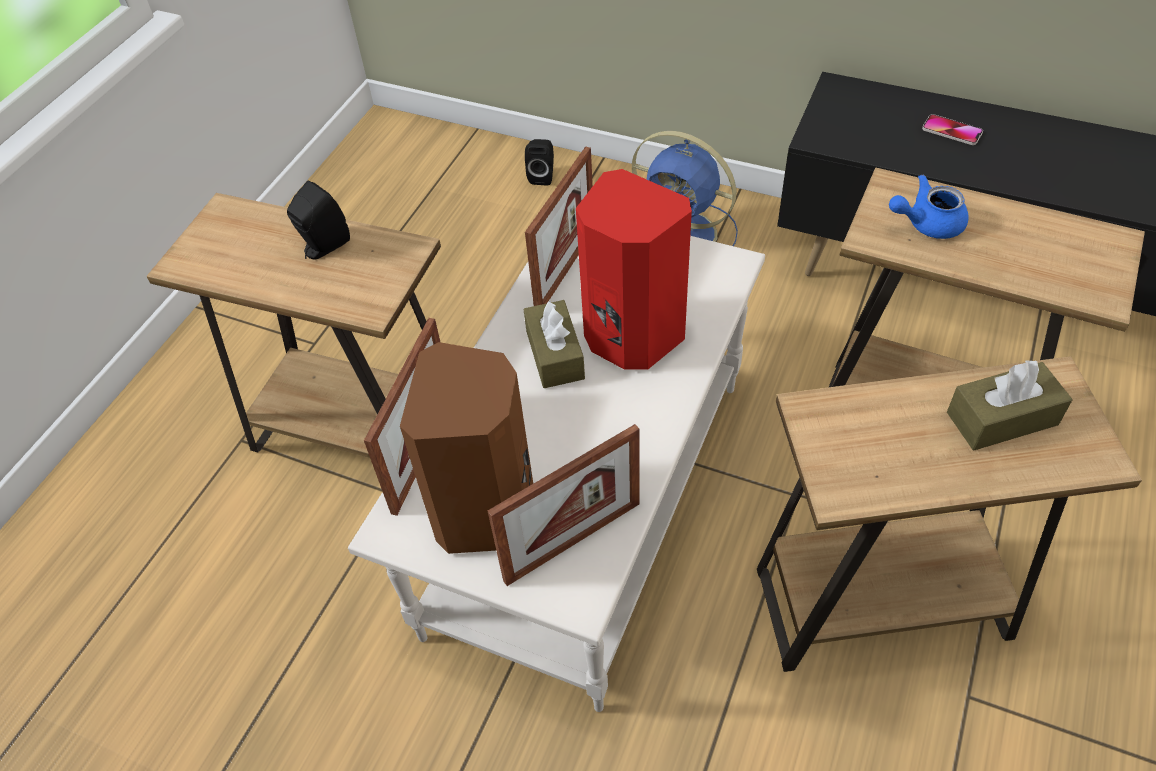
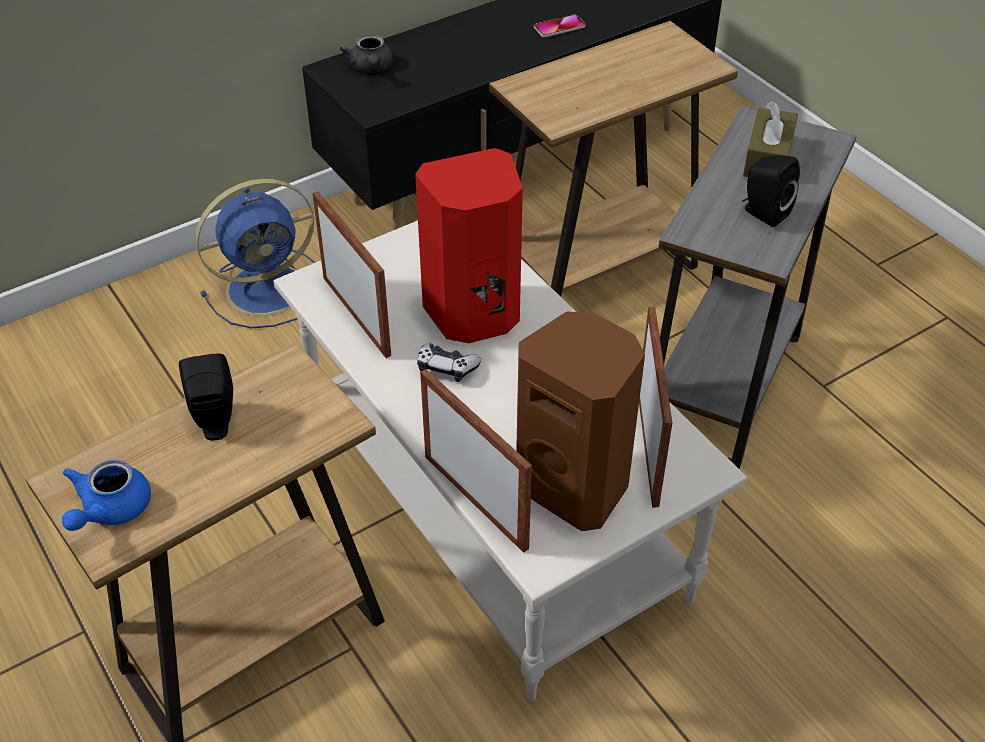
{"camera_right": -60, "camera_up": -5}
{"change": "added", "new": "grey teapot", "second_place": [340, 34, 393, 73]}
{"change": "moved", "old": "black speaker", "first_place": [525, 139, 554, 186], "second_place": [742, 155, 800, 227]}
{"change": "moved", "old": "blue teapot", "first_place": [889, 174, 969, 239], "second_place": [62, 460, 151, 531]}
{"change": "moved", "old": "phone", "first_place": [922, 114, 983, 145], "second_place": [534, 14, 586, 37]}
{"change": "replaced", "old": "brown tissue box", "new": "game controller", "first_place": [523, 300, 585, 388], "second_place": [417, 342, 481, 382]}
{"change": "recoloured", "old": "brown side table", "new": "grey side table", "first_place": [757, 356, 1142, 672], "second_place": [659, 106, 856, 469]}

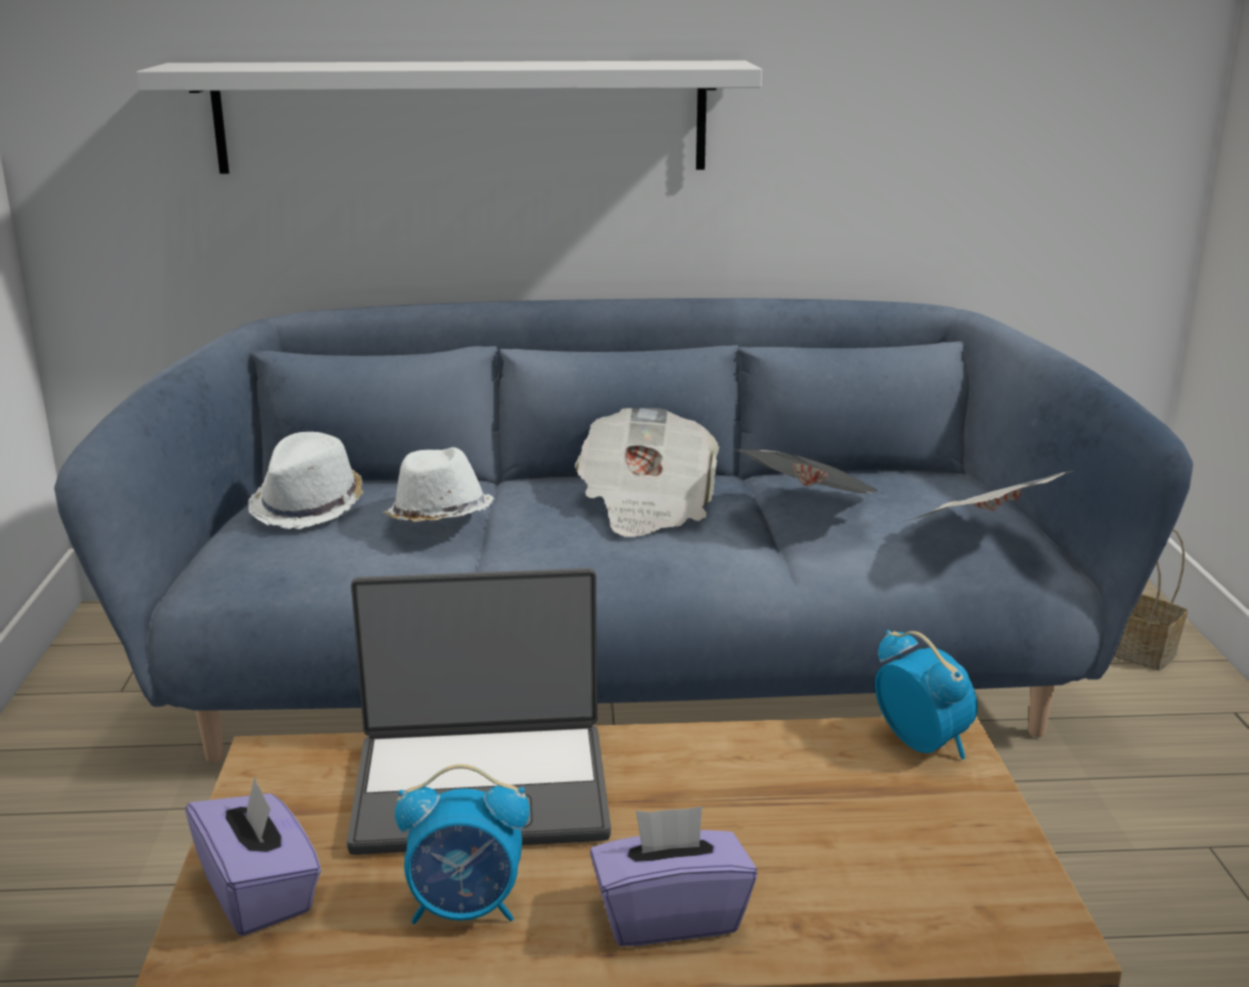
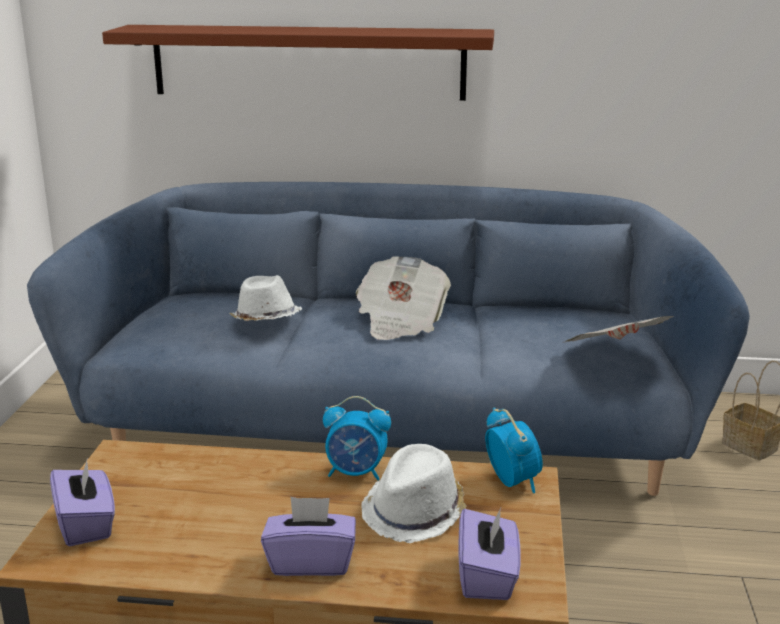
{"camera_right": 10, "camera_up": 0}
{"change": "removed", "old": "laptop", "first_place": [347, 568, 611, 855]}
{"change": "removed", "old": "newspaper", "first_place": [736, 450, 878, 494]}
{"change": "added", "new": "purple tissue box", "second_place": [458, 506, 521, 600]}
{"change": "moved", "old": "white hat", "first_place": [248, 432, 363, 529], "second_place": [361, 444, 466, 543]}
{"change": "moved", "old": "alarm clock", "first_place": [395, 764, 530, 924], "second_place": [323, 396, 391, 481]}
{"change": "recoloured", "old": "white shelf", "new": "brown shelf", "first_place": [136, 60, 762, 174], "second_place": [102, 25, 494, 101]}

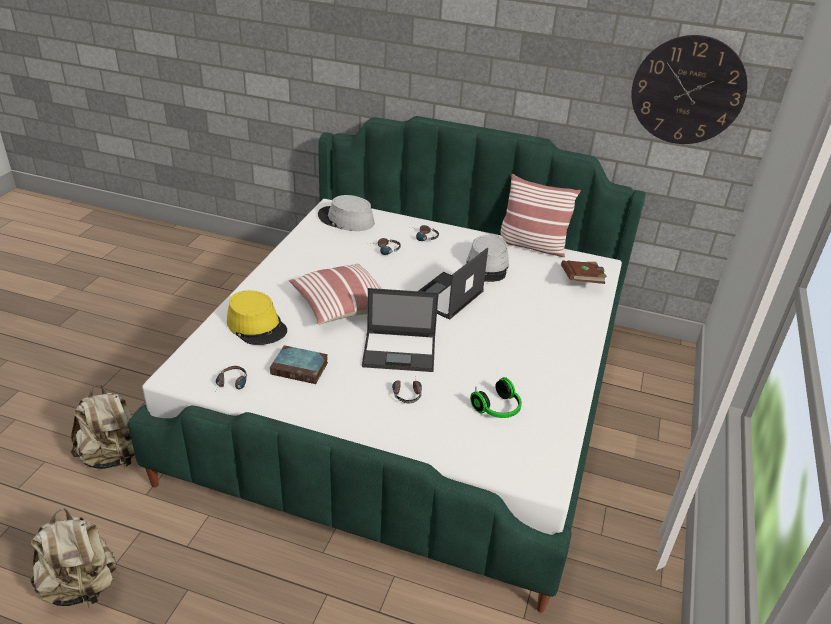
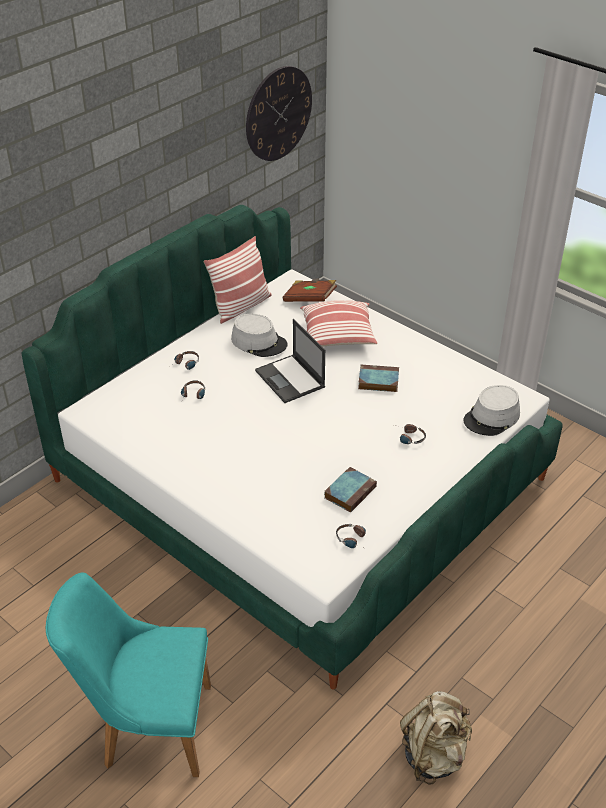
{"camera_right": -65, "camera_up": 5}
{"change": "removed", "old": "beige backpack", "first_place": [71, 384, 135, 469]}
{"change": "removed", "old": "yellow hat", "first_place": [227, 290, 287, 345]}
{"change": "removed", "old": "laptop", "first_place": [362, 288, 439, 372]}
{"change": "removed", "old": "headphones", "first_place": [470, 377, 522, 418]}
{"change": "added", "new": "turquoise chair", "second_place": [46, 572, 211, 777]}
{"change": "added", "new": "book", "second_place": [358, 365, 399, 392]}
{"change": "moved", "old": "pillow", "first_place": [289, 264, 382, 324], "second_place": [300, 300, 378, 347]}
{"change": "moved", "old": "grey hat", "first_place": [318, 195, 374, 231], "second_place": [463, 385, 520, 436]}

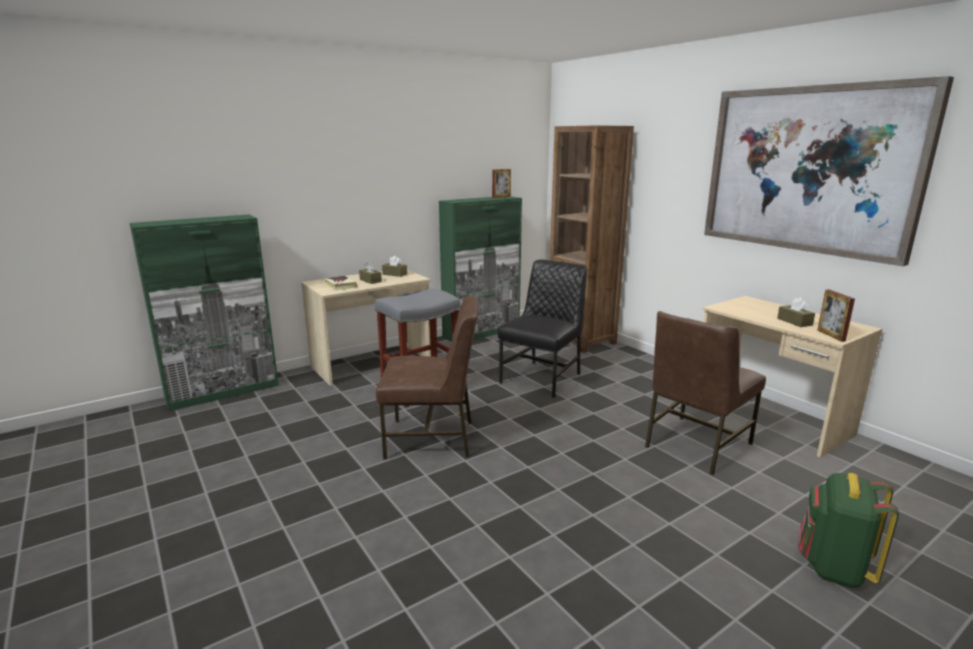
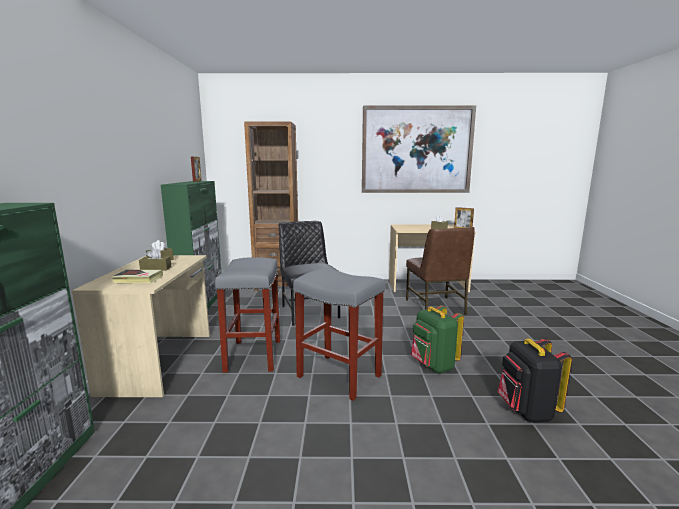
{"camera_right": -55, "camera_up": -5}
{"change": "added", "new": "black backpack", "second_place": [498, 338, 572, 423]}
{"change": "moved", "old": "green backpack", "first_place": [798, 473, 899, 588], "second_place": [411, 305, 464, 373]}
{"change": "replaced", "old": "brown chair", "new": "grey stool", "first_place": [376, 296, 478, 459], "second_place": [293, 268, 385, 401]}

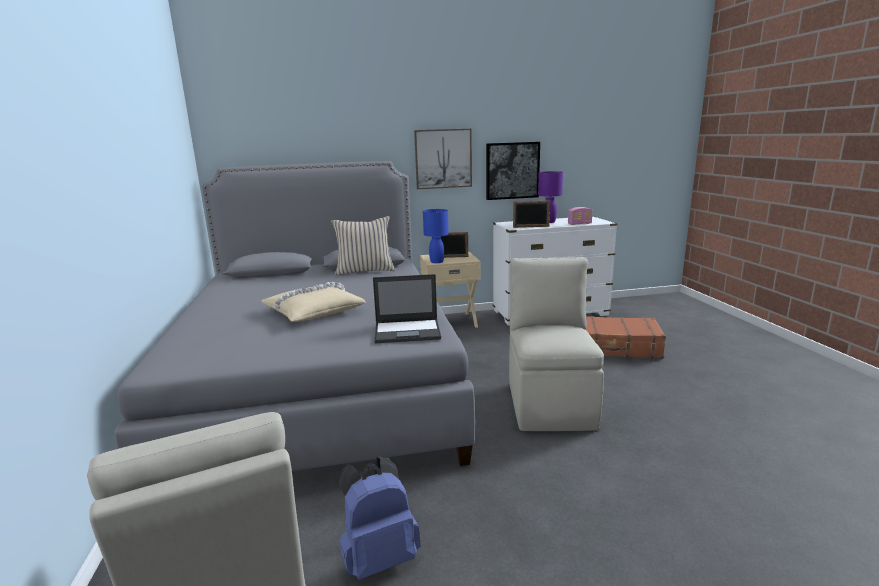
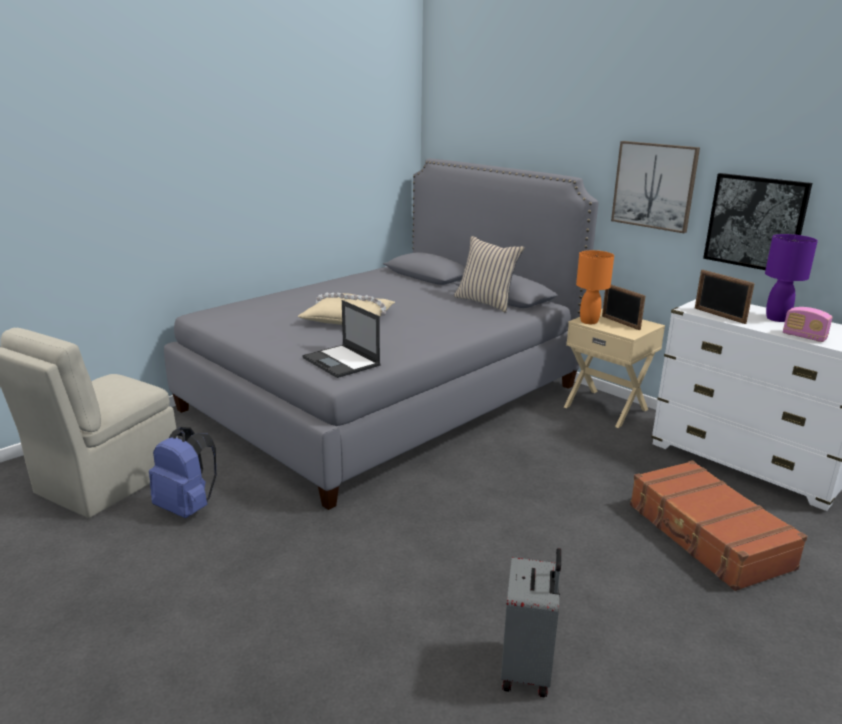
{"camera_right": 55, "camera_up": 5}
{"change": "removed", "old": "beige chair", "first_place": [509, 257, 604, 431]}
{"change": "added", "new": "grey suitcase", "second_place": [501, 548, 561, 697]}
{"change": "recoloured", "old": "blue table lamp", "new": "orange table lamp", "first_place": [423, 209, 449, 263], "second_place": [576, 250, 614, 324]}

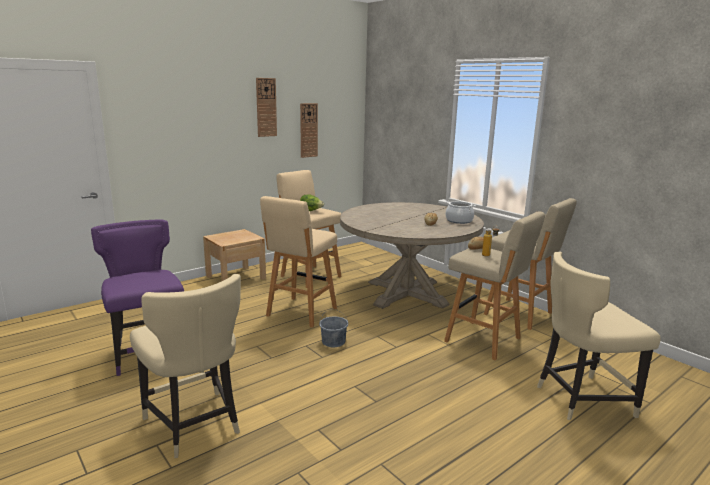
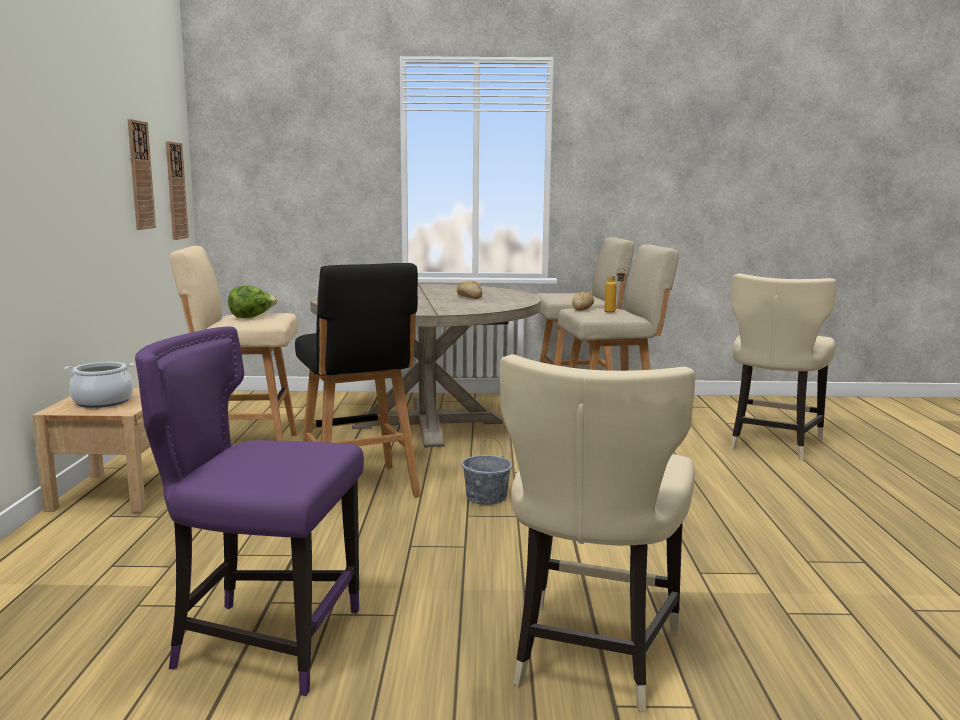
{"camera_right": -50, "camera_up": -5}
{"change": "moved", "old": "wall clock", "first_place": [256, 78, 277, 137], "second_place": [166, 141, 189, 240]}
{"change": "moved", "old": "cooking pot", "first_place": [446, 201, 476, 224], "second_place": [64, 362, 134, 408]}
{"change": "recoloured", "old": "beige stool", "new": "black stool", "first_place": [260, 196, 337, 328], "second_place": [295, 263, 421, 497]}
{"change": "turned", "old": "beige chair", "first_place": [130, 274, 241, 458], "second_place": [500, 354, 695, 712], "degrees": 105}

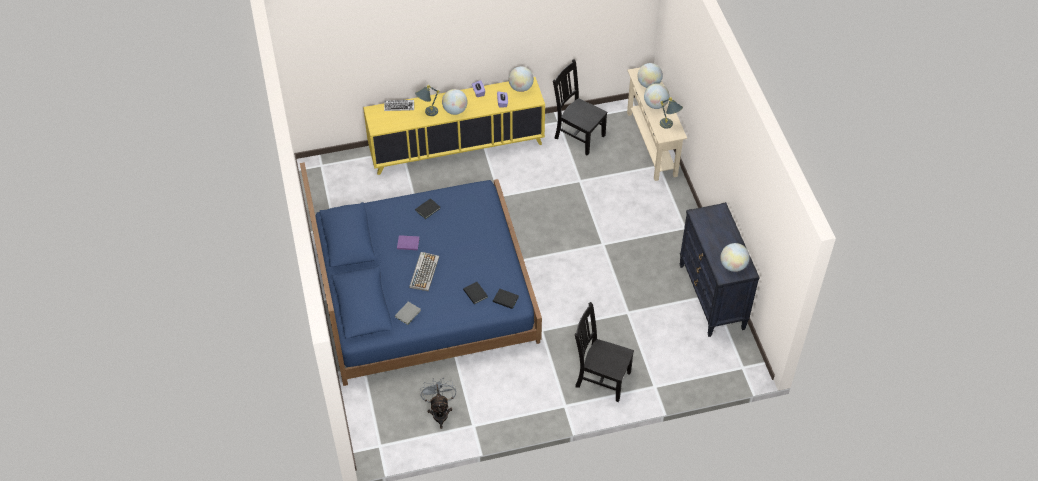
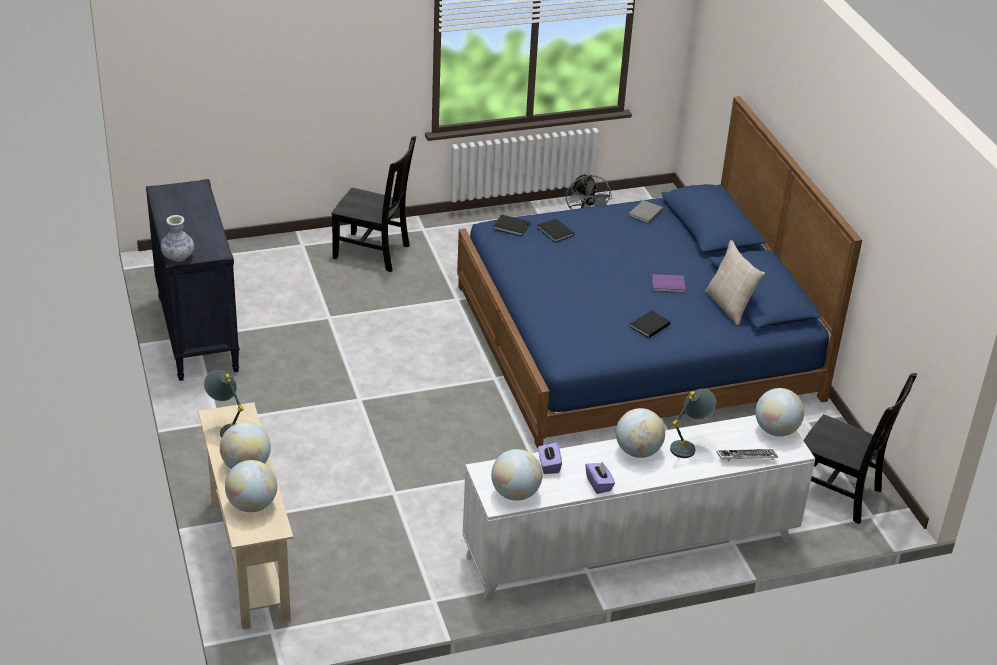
{"camera_right": 175, "camera_up": -15}
{"change": "removed", "old": "keyboard", "first_place": [409, 252, 439, 291]}
{"change": "added", "new": "vase", "second_place": [161, 215, 194, 262]}
{"change": "added", "new": "beige pillow", "second_place": [705, 240, 765, 325]}
{"change": "moved", "old": "black chair", "first_place": [553, 59, 607, 156], "second_place": [803, 373, 917, 524]}
{"change": "moved", "old": "globe", "first_place": [721, 243, 750, 272], "second_place": [755, 388, 804, 436]}
{"change": "recoloured", "old": "yellow cabinet", "new": "white cabinet", "first_place": [363, 77, 545, 175], "second_place": [462, 415, 815, 601]}

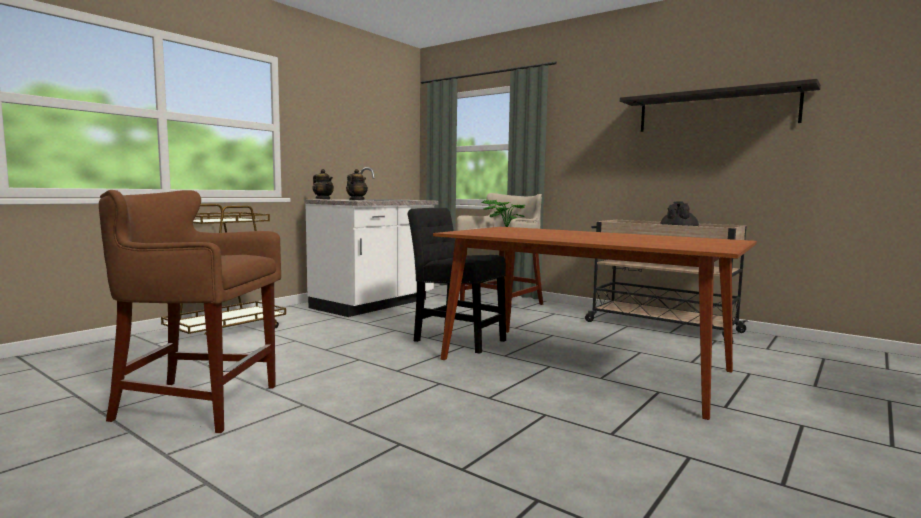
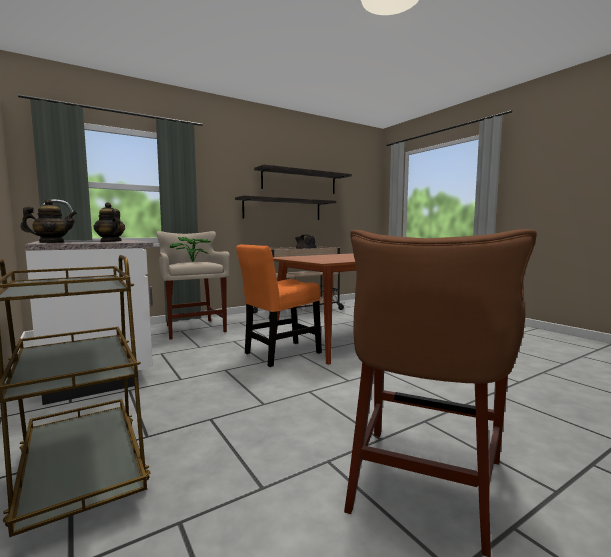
{"camera_right": -70, "camera_up": 0}
{"change": "added", "new": "shelf", "second_place": [235, 196, 336, 220]}
{"change": "recoloured", "old": "black chair", "new": "orange chair", "first_place": [408, 208, 506, 354], "second_place": [236, 244, 322, 367]}

